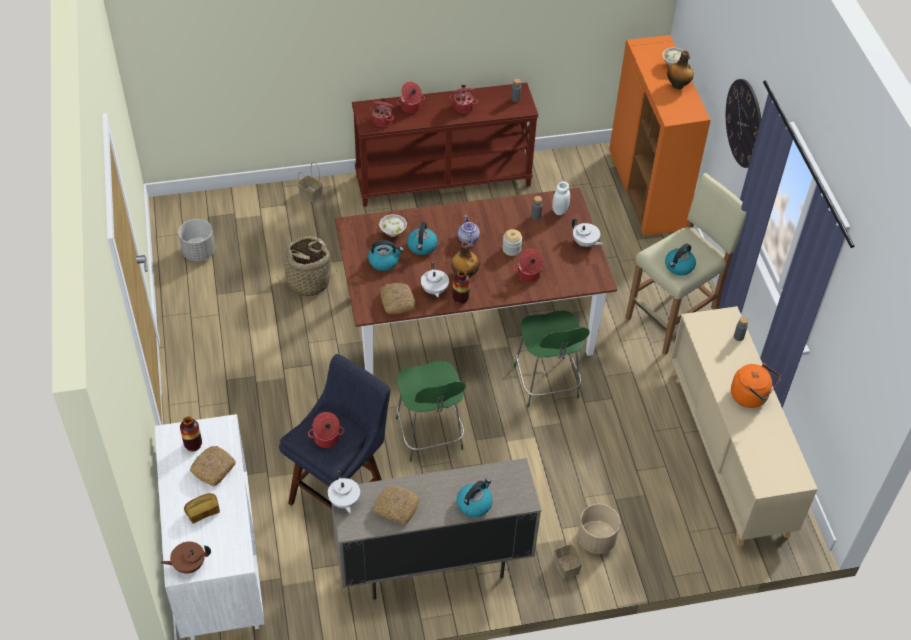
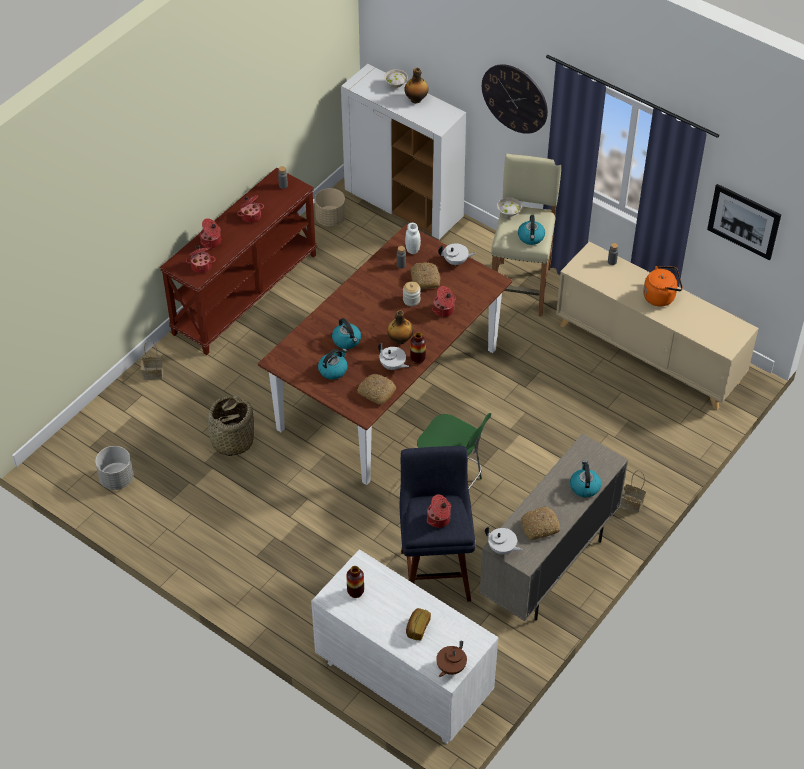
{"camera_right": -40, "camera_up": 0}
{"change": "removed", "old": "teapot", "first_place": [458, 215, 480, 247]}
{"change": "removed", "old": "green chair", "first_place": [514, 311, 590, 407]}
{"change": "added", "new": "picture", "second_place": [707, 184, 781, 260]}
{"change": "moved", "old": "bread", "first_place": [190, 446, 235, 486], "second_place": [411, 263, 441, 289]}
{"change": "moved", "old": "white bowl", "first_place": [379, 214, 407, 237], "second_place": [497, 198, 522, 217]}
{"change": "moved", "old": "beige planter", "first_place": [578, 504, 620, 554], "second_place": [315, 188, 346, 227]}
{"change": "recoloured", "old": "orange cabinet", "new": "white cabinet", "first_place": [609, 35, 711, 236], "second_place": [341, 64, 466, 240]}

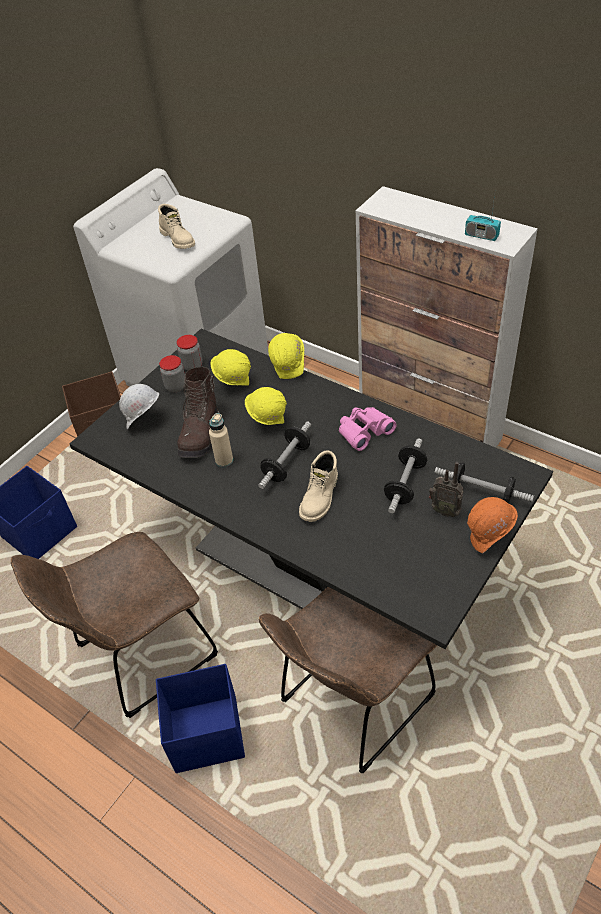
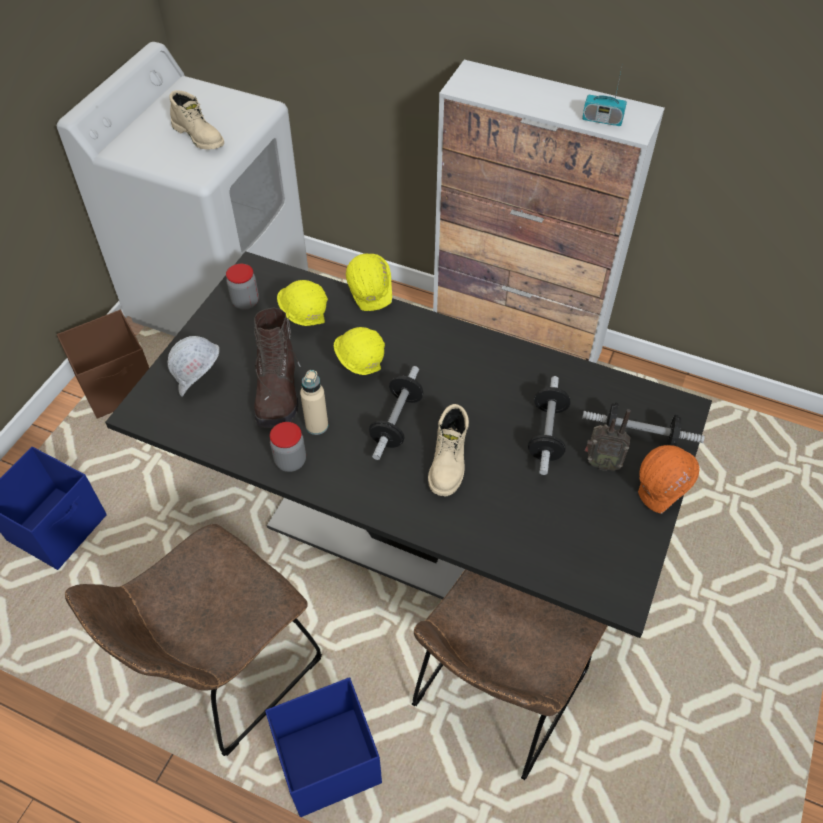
{"camera_right": -15, "camera_up": 5}
{"change": "removed", "old": "pink binoculars", "first_place": [339, 407, 397, 451]}
{"change": "moved", "old": "jar", "first_place": [159, 355, 185, 392], "second_place": [270, 422, 306, 472]}

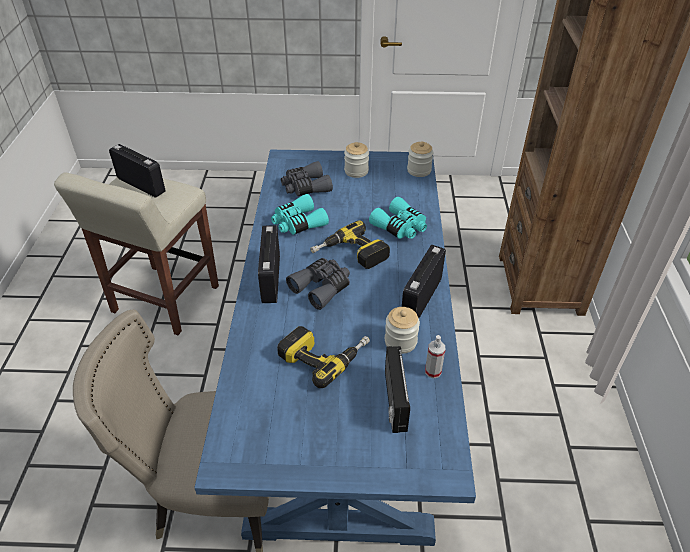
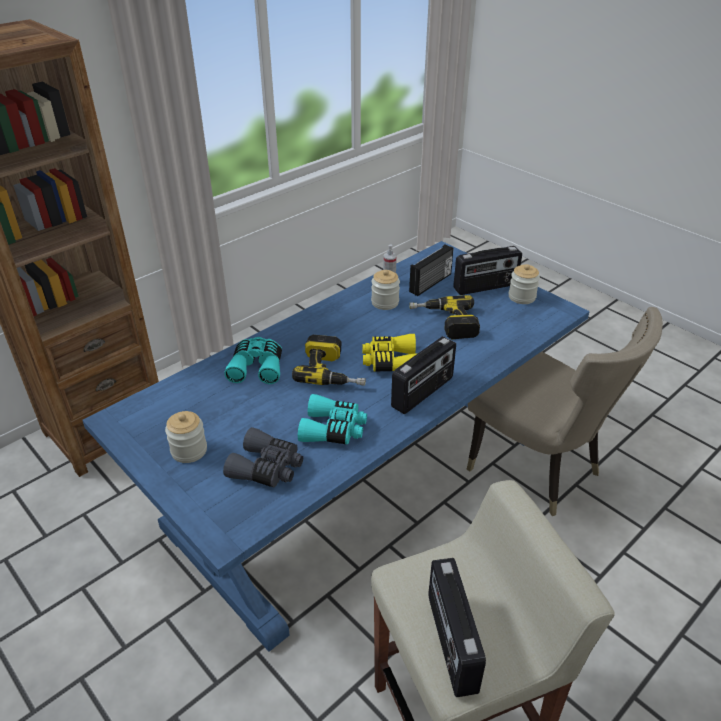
{"camera_right": -135, "camera_up": -5}
{"change": "moved", "old": "radio", "first_place": [402, 245, 446, 318], "second_place": [453, 246, 522, 295]}
{"change": "moved", "old": "jar", "first_place": [407, 142, 434, 177], "second_place": [509, 264, 540, 304]}
{"change": "recoloured", "old": "grey binoculars", "new": "yellow binoculars", "first_place": [286, 258, 350, 310], "second_place": [363, 334, 417, 371]}

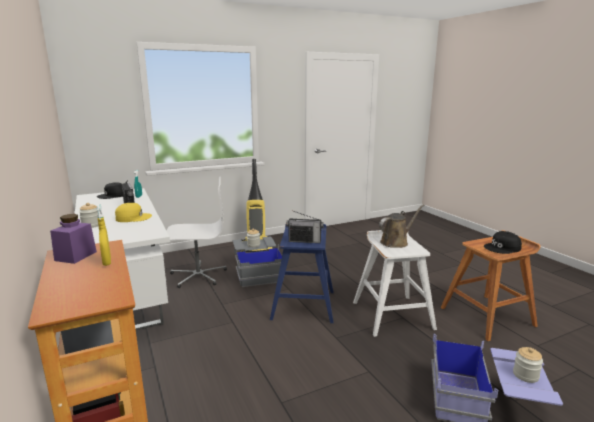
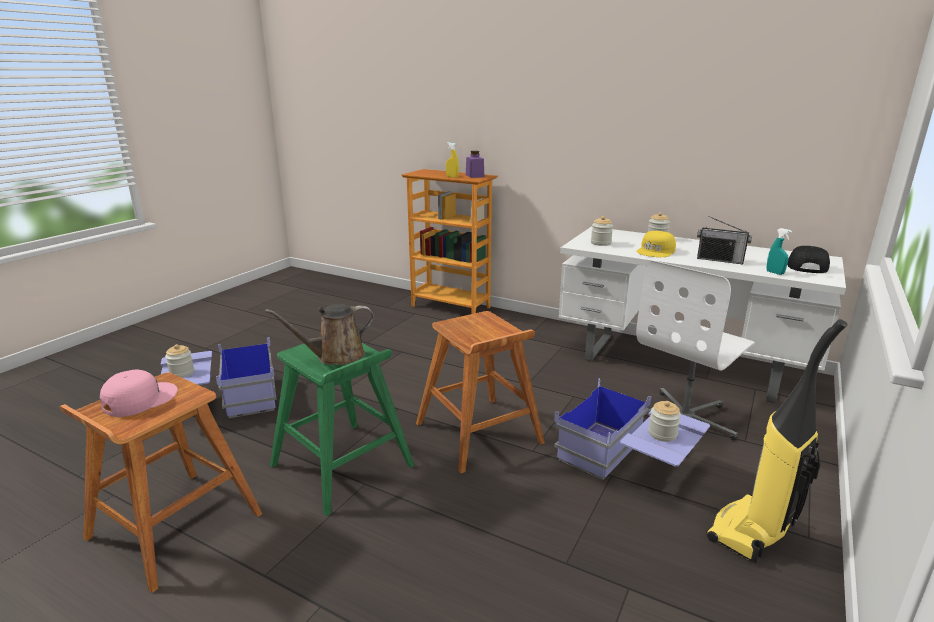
{"camera_right": 145, "camera_up": 5}
{"change": "removed", "old": "radio", "first_place": [286, 210, 324, 243]}
{"change": "added", "new": "jar", "second_place": [591, 216, 613, 246]}
{"change": "recoloured", "old": "grey storage box", "new": "blue storage box", "first_place": [233, 237, 284, 287], "second_place": [554, 378, 710, 480]}
{"change": "recoloured", "old": "blue stool", "new": "brown stool", "first_place": [270, 224, 334, 323], "second_place": [416, 311, 545, 473]}
{"change": "recoloured", "old": "white stool", "new": "green stool", "first_place": [353, 230, 437, 337], "second_place": [270, 343, 414, 516]}
{"change": "recoloured", "old": "black cap", "new": "pink cap", "first_place": [484, 231, 522, 254], "second_place": [100, 370, 178, 417]}
{"change": "turned", "old": "brown watering can", "first_place": [379, 204, 424, 248], "second_place": [265, 304, 374, 365], "degrees": 45}

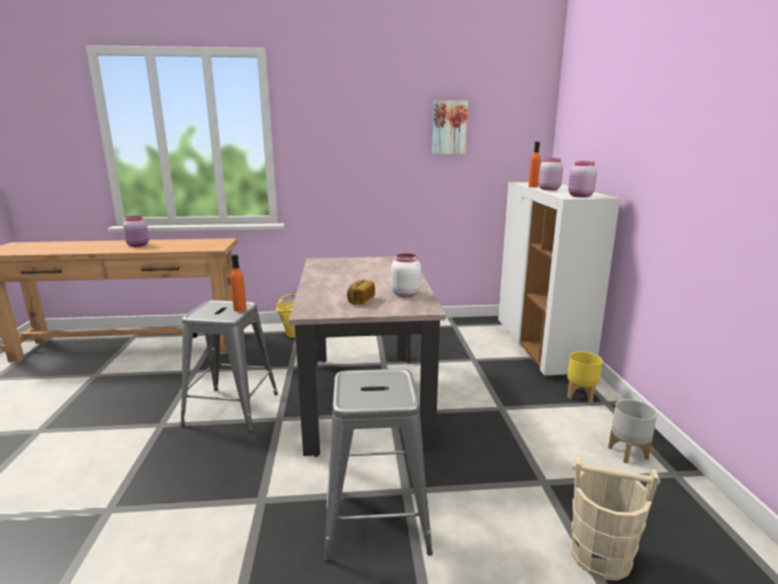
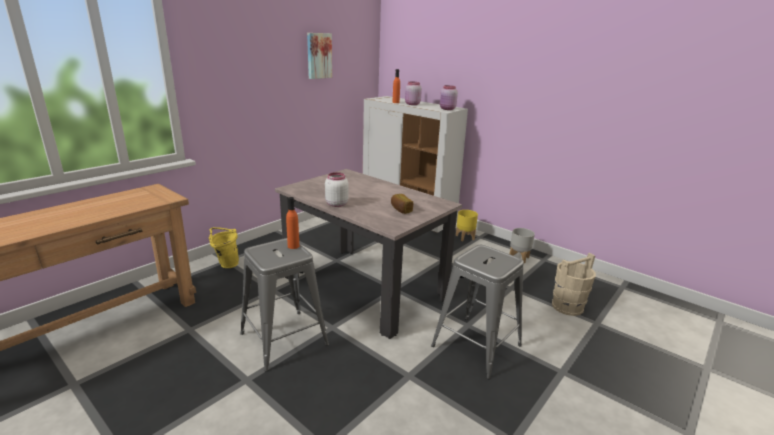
{"camera_right": -45, "camera_up": 5}
{"change": "removed", "old": "pink jar", "first_place": [123, 216, 149, 247]}
{"change": "moved", "old": "white jar", "first_place": [391, 253, 421, 297], "second_place": [325, 172, 348, 207]}

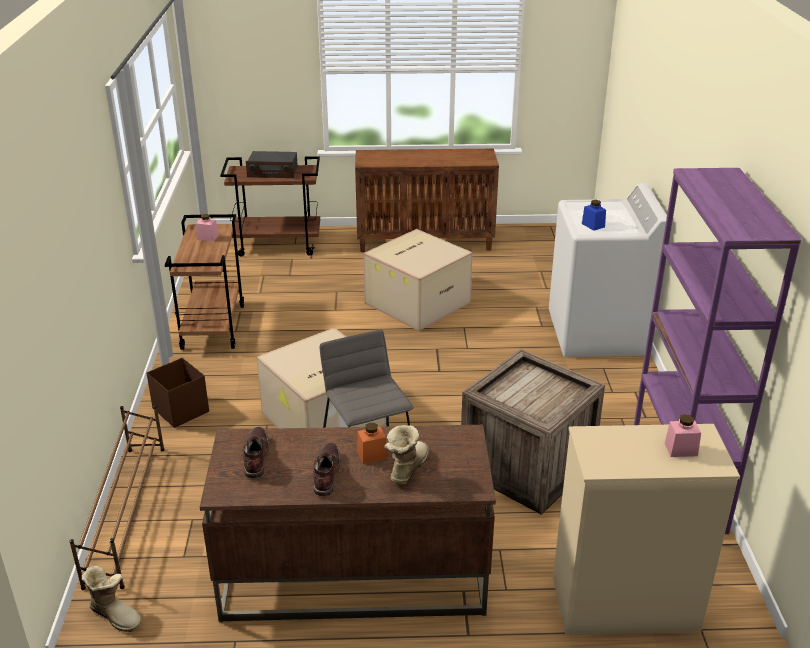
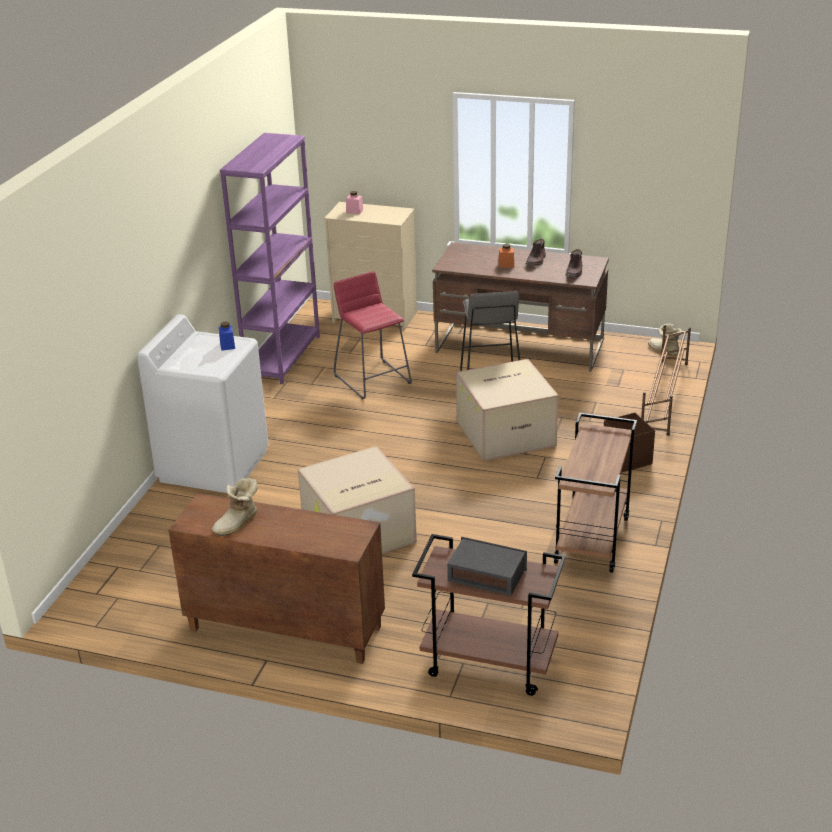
{"camera_right": -160, "camera_up": 0}
{"change": "removed", "old": "pink jar", "first_place": [196, 214, 219, 242]}
{"change": "moved", "old": "boot", "first_place": [384, 425, 429, 485], "second_place": [212, 478, 258, 536]}
{"change": "replaced", "old": "crate", "new": "red stool", "first_place": [461, 349, 605, 515], "second_place": [333, 271, 412, 399]}

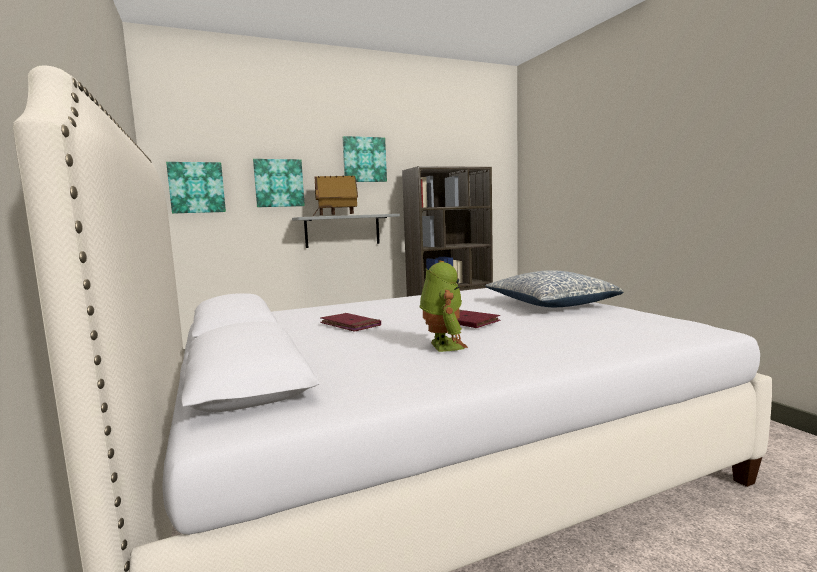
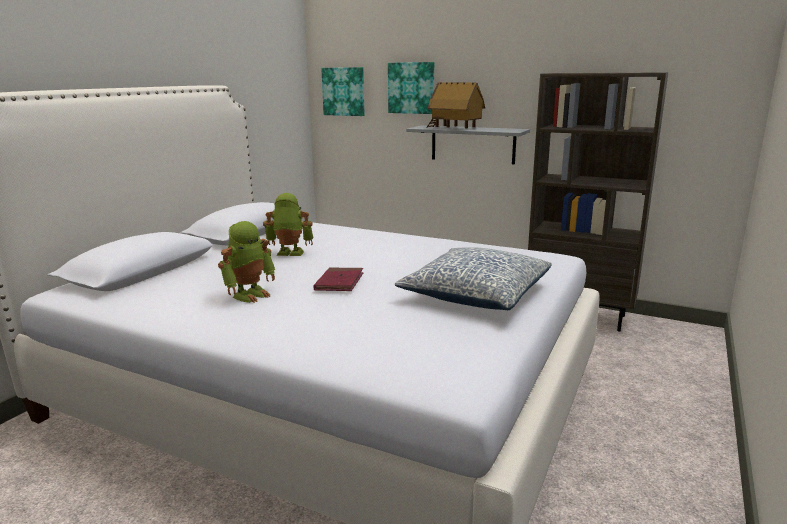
{"camera_right": 50, "camera_up": 10}
{"change": "removed", "old": "picture", "first_place": [342, 136, 387, 182]}
{"change": "replaced", "old": "red book", "new": "toy robot", "first_place": [320, 313, 381, 332], "second_place": [263, 193, 313, 256]}

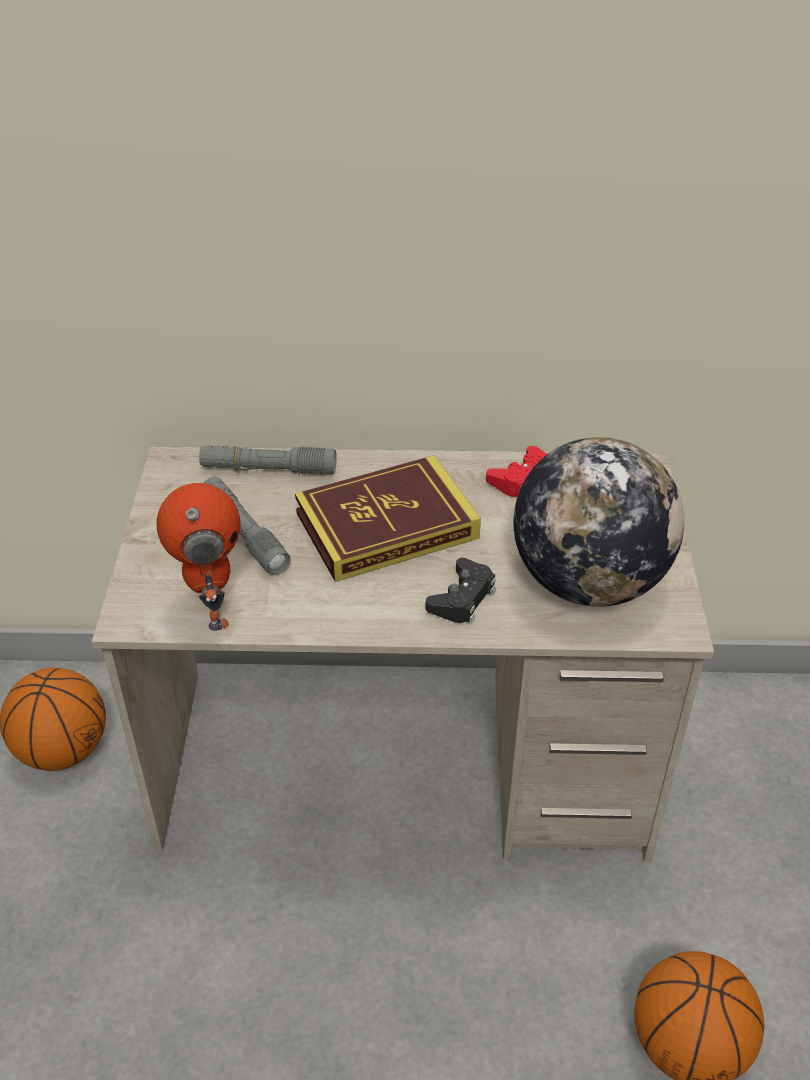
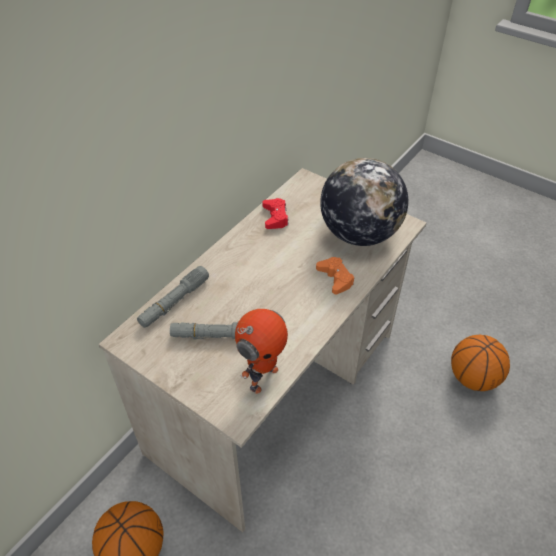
{"camera_right": -55, "camera_up": 5}
{"change": "removed", "old": "book", "first_place": [295, 455, 481, 582]}
{"change": "recoloured", "old": "black game controller", "new": "orange game controller", "first_place": [426, 558, 496, 624], "second_place": [316, 257, 354, 294]}
{"change": "turned", "old": "toy robot", "first_place": [157, 483, 240, 631], "second_place": [235, 309, 288, 394], "degrees": 105}

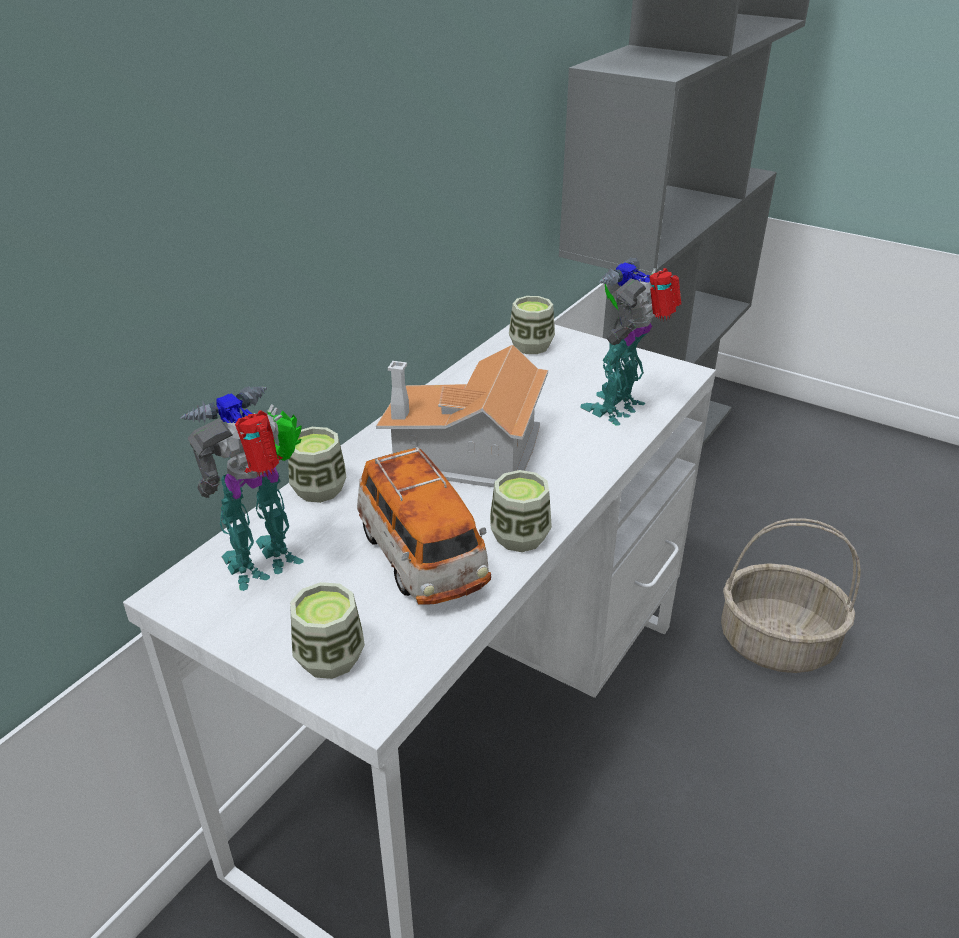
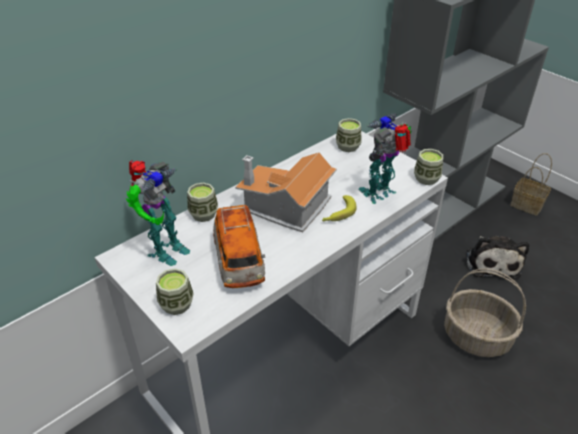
{"camera_right": 15, "camera_up": 5}
{"change": "added", "new": "banana", "second_place": [322, 195, 357, 221]}
{"change": "added", "new": "plush toy", "second_place": [467, 236, 529, 279]}
{"change": "added", "new": "basket", "second_place": [510, 153, 552, 216]}
{"change": "moved", "old": "cup", "first_place": [490, 470, 552, 552], "second_place": [414, 149, 443, 185]}
{"change": "turned", "old": "toy robot", "first_place": [180, 386, 303, 591], "second_place": [126, 160, 190, 266], "degrees": 150}

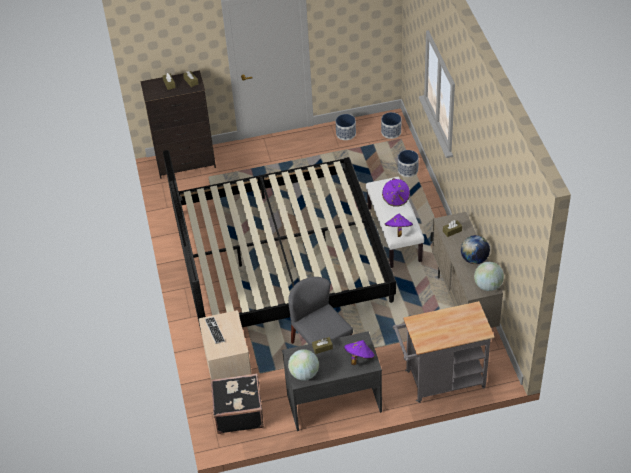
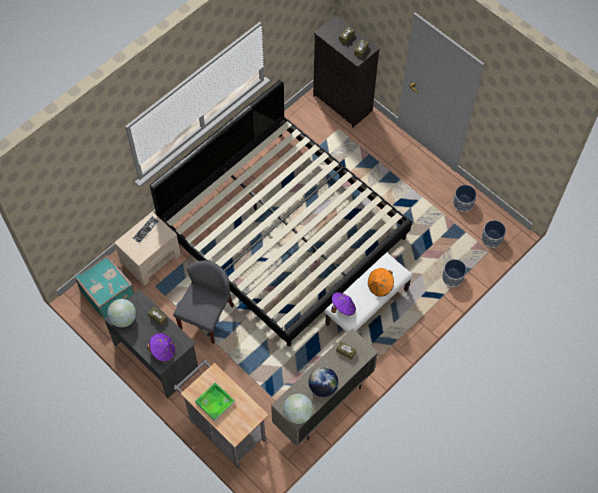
{"camera_right": 55, "camera_up": 15}
{"change": "added", "new": "tray", "second_place": [195, 383, 235, 421]}
{"change": "recoloured", "old": "black suitcase", "new": "turquoise suitcase", "first_place": [210, 373, 264, 434], "second_place": [75, 255, 134, 319]}
{"change": "recoloured", "old": "purple hat", "new": "orange hat", "first_place": [382, 178, 410, 207], "second_place": [368, 268, 394, 297]}

